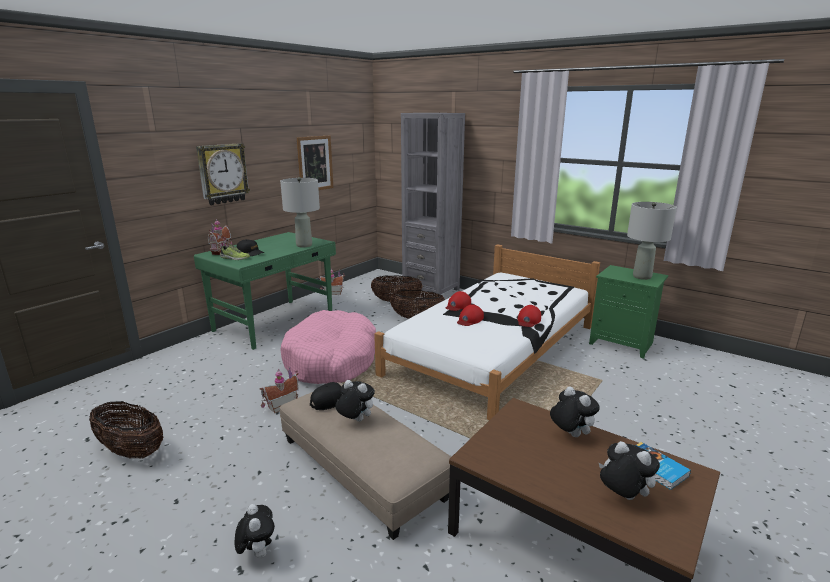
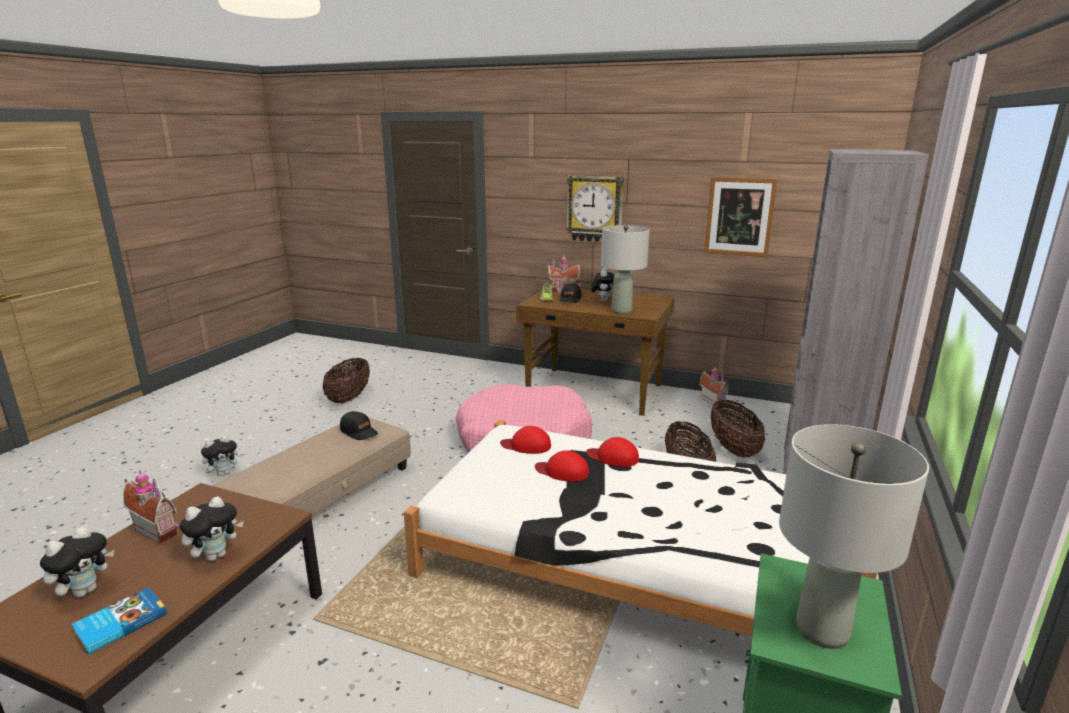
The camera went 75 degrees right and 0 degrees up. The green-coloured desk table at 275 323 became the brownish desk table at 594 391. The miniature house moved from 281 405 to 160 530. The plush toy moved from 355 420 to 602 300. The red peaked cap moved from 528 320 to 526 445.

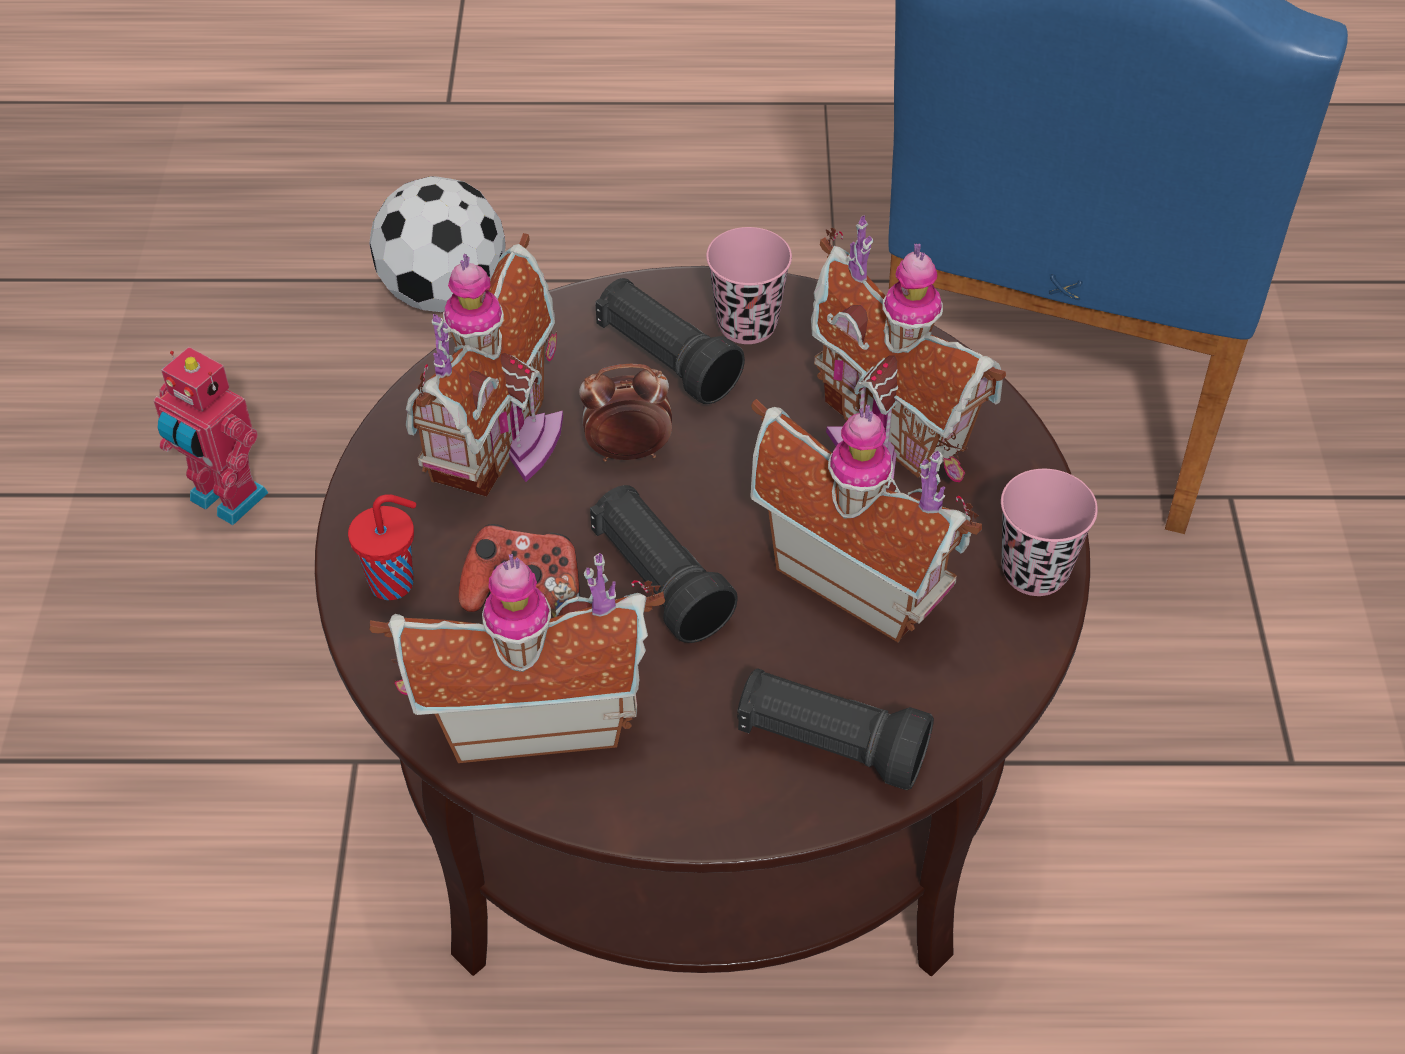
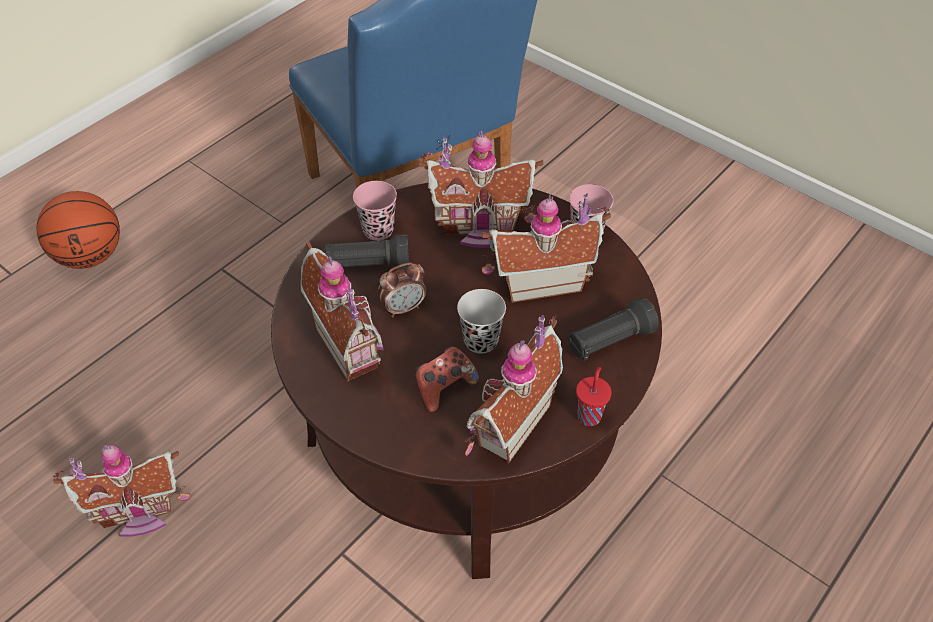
The camera went 50 degrees left and 0 degrees up. The robot figure at 225 500 was replaced by the miniature house at 139 513. The red drinking cup moved from 394 583 to 589 415. The football ball at 446 292 disappeared. The bedside clock at 628 452 turned 150 degrees counterclockwise. The black-coloured hand torch at 659 581 was replaced by the black-coloured drinking cup at 481 340. The ball for basketball at 90 256 appeared.

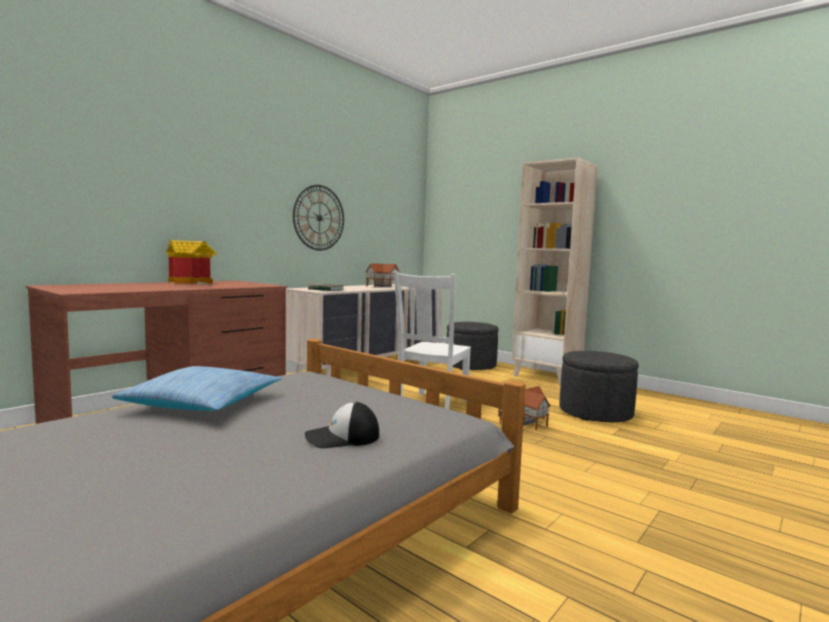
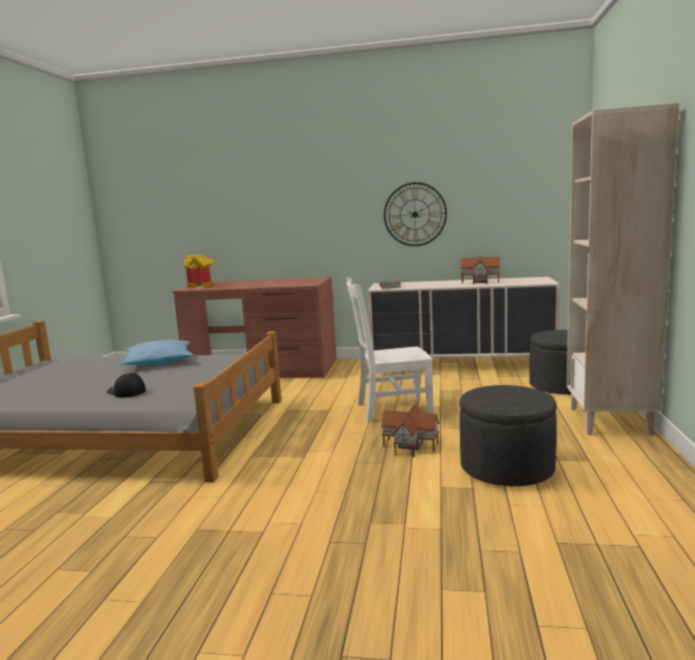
The camera went 60 degrees right and 5 degrees up. The miniature house moved from 194 282 to 202 286.

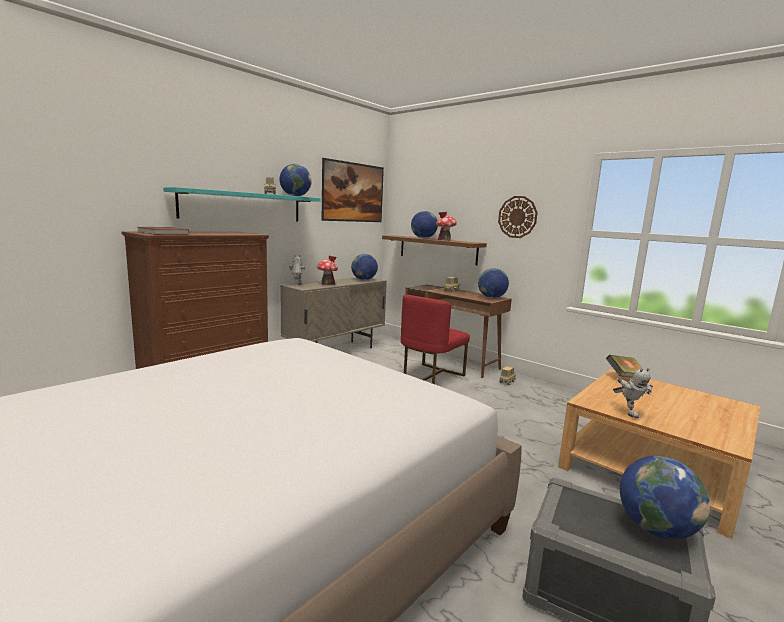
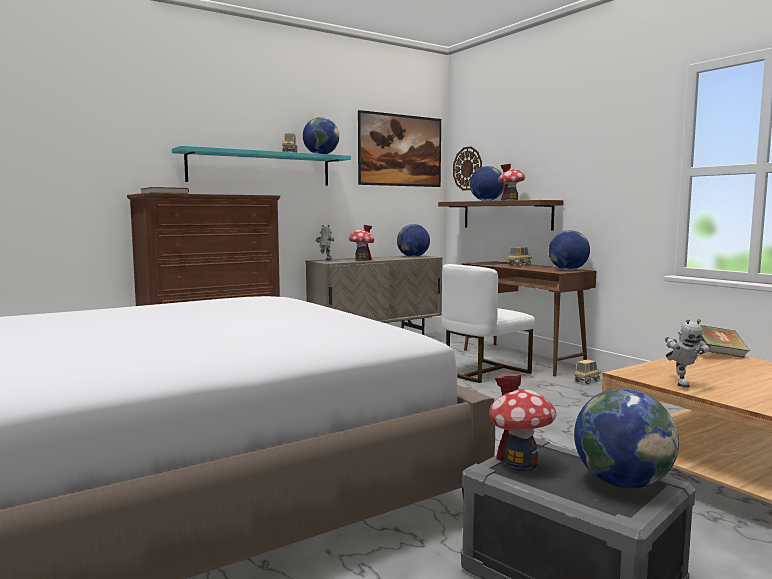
The camera went 15 degrees right and 5 degrees down. The red plain chair at 430 376 became the whitish plain chair at 484 372. The clock on the wall moved from 517 217 to 467 168. The miniature house at 520 463 appeared.

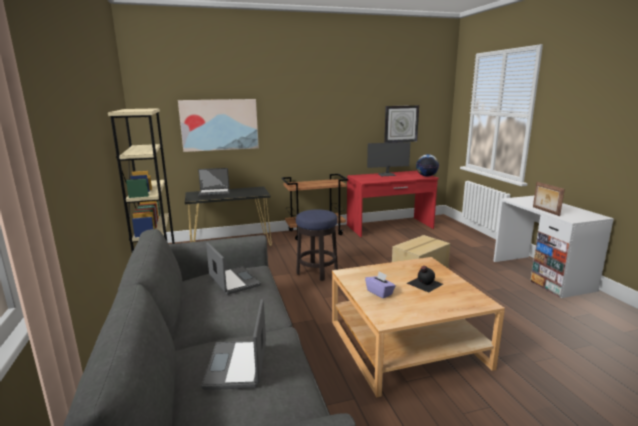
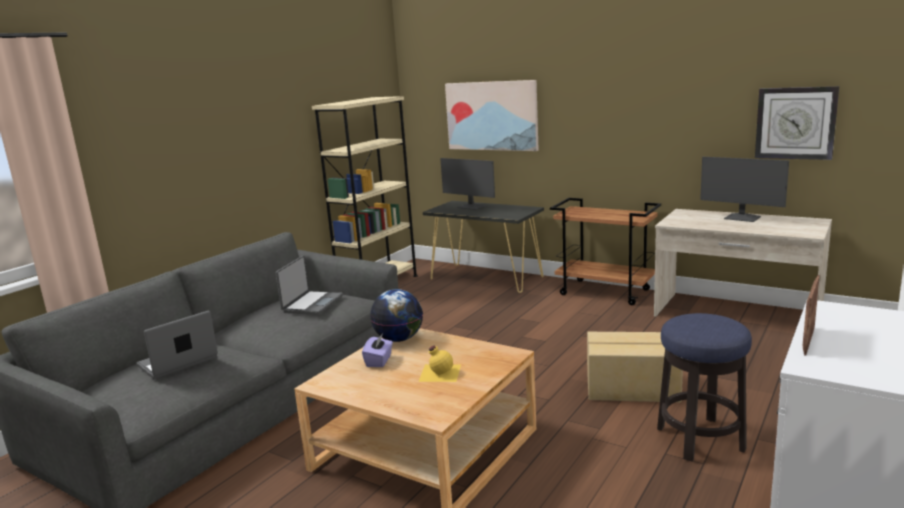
The camera went 50 degrees right and 0 degrees up. The notebook computer at 214 193 was replaced by the monitor at 471 207. The sitting stool moved from 317 272 to 700 439. The red desk table at 389 227 became the beige-coloured desk table at 736 315. The black-coloured drink bottle at 424 283 became the yellowish drink bottle at 439 372. The globe moved from 426 176 to 399 339.

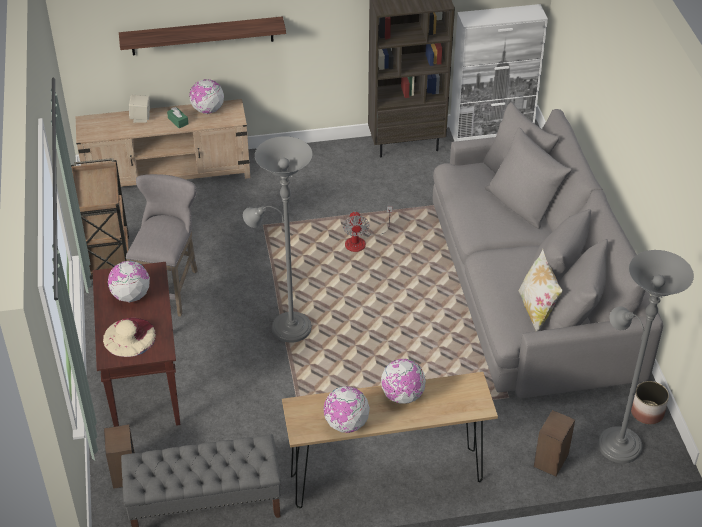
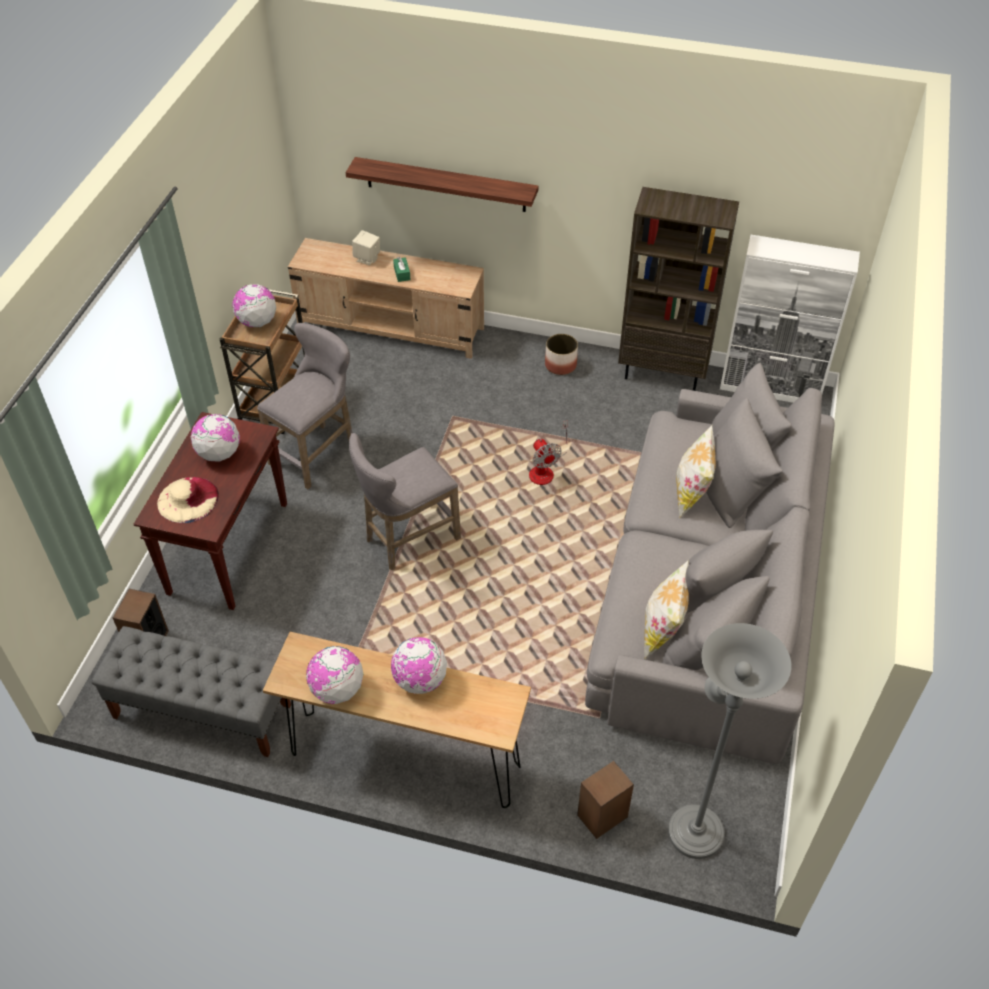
The camera went 25 degrees right and 5 degrees up. The globe moved from 207 110 to 257 322. The gray floor lamp at 286 326 was replaced by the gray sitting stool at 407 540. The cooling fan at 361 241 turned 45 degrees counterclockwise. The planter moved from 647 412 to 560 365. The cushion at 691 492 appeared.

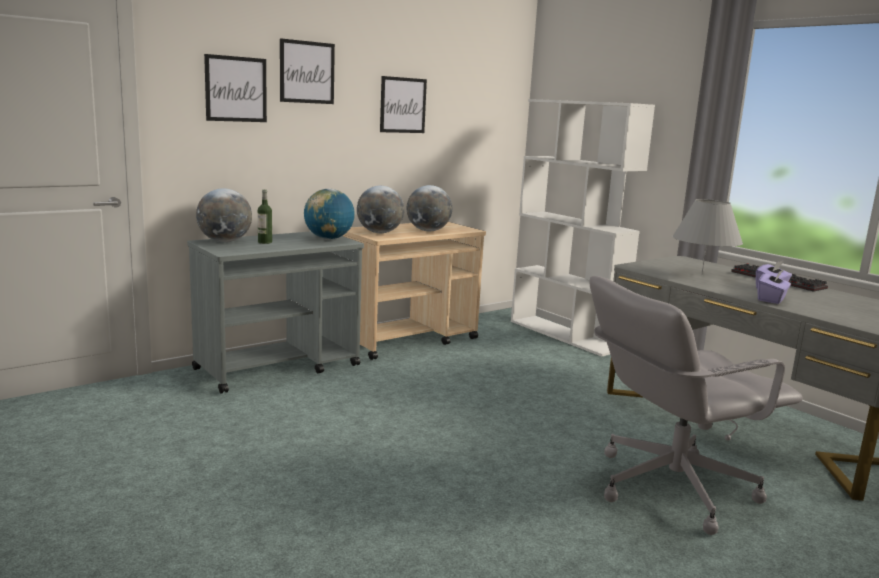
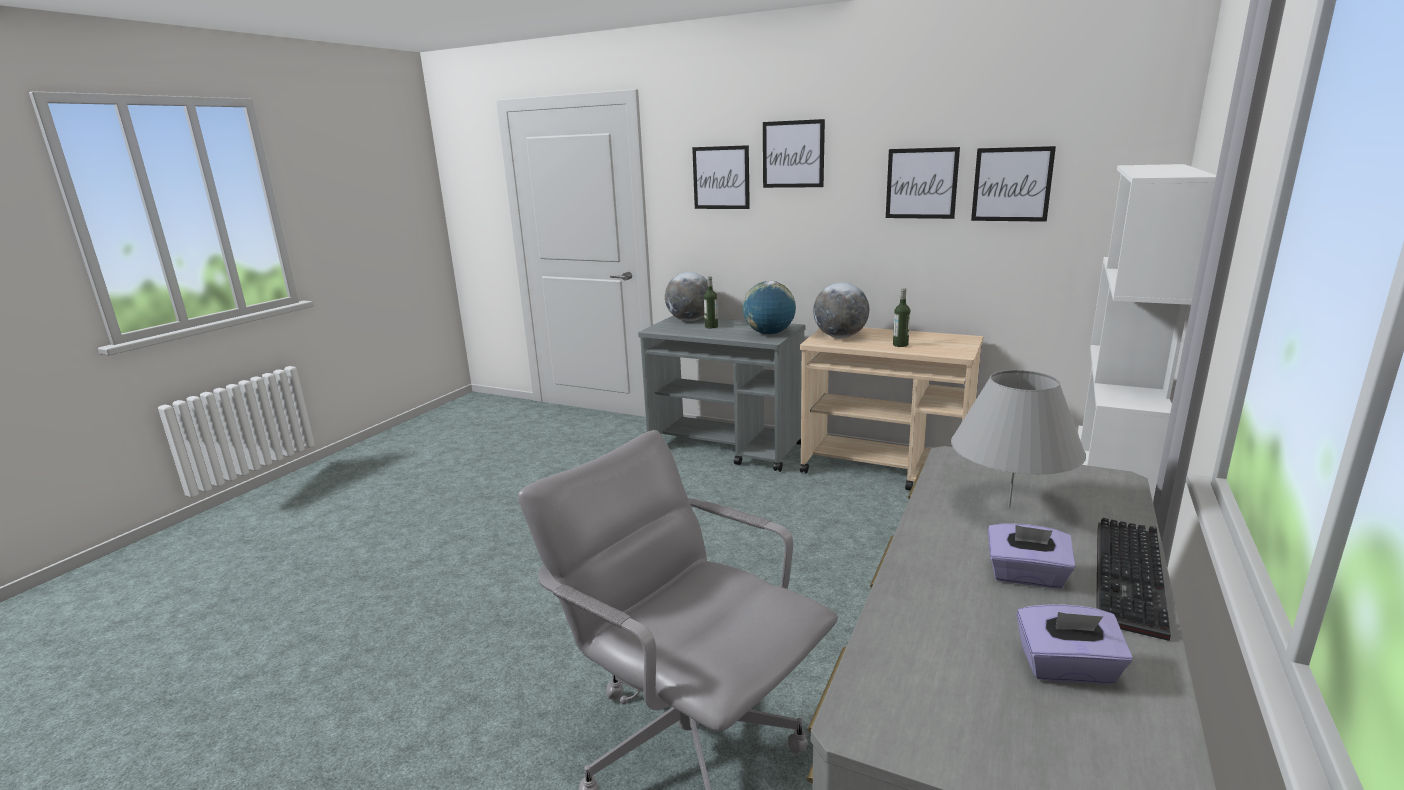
The camera went 65 degrees right and 5 degrees up. The globe at 428 231 was replaced by the drink bottle at 900 345. The purple tissue holder moved from 771 299 to 1067 668. The wall picture at 1012 184 appeared.

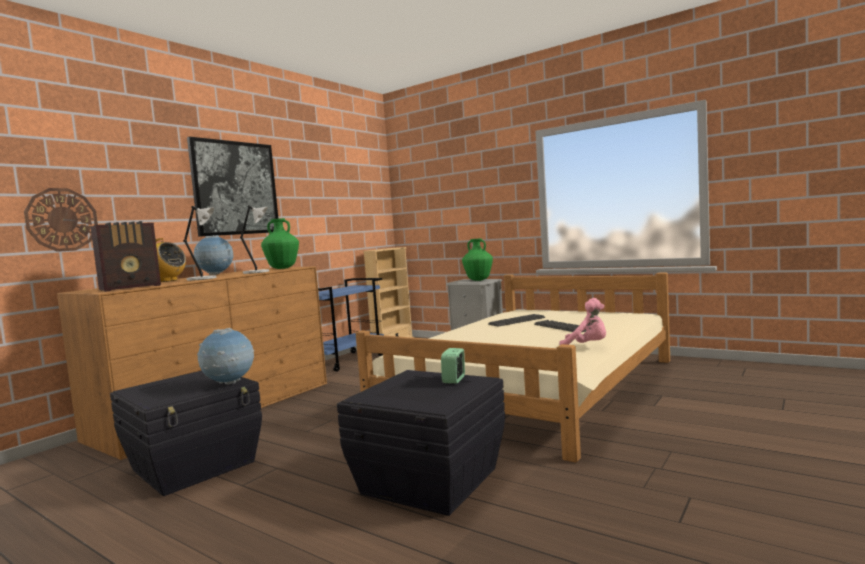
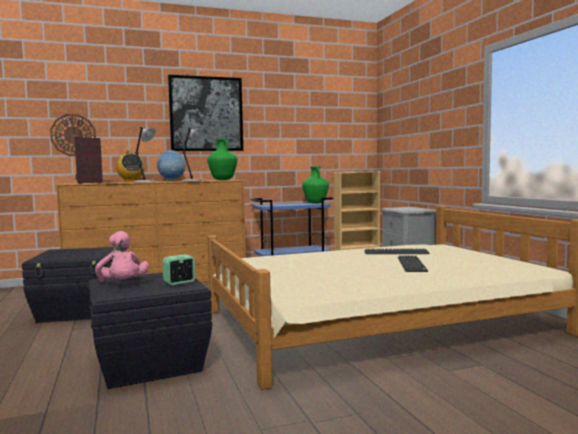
The camera went 35 degrees right and 0 degrees up. The radio set at 131 287 turned 75 degrees clockwise. The globe at 229 384 disappeared. The green-coloured flower vase moved from 478 280 to 315 203. The pink-coloured plush toy moved from 587 346 to 123 284.

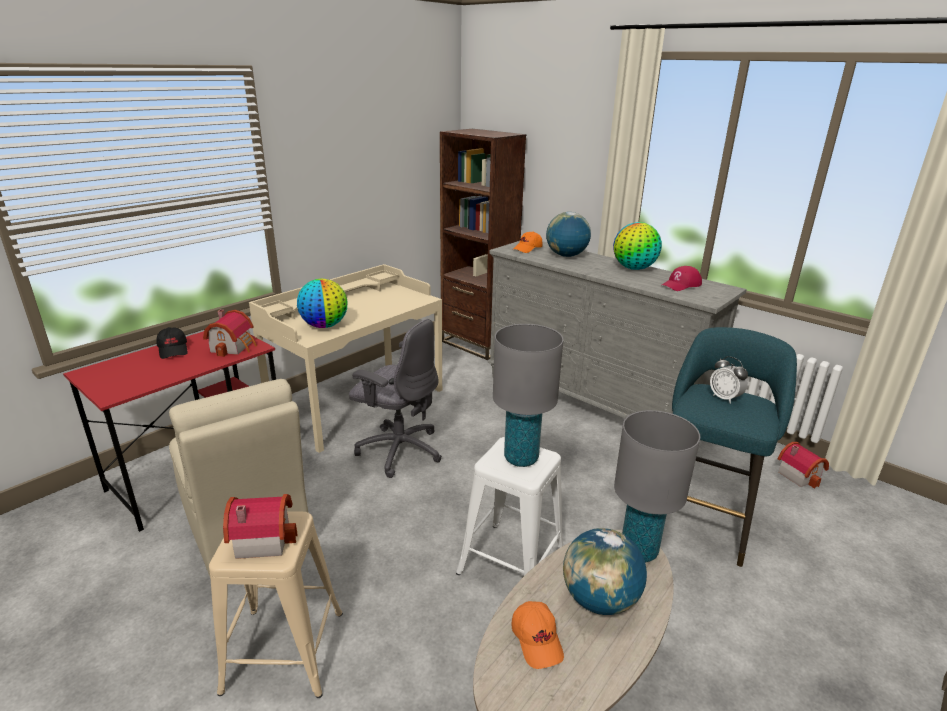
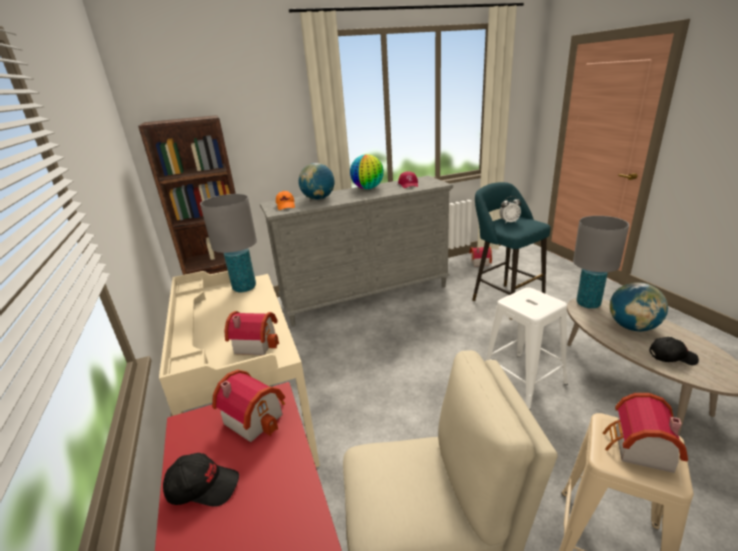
The camera went 60 degrees left and 0 degrees up. The globe at 324 326 was replaced by the miniature house at 255 343. The gray office chair at 399 450 disappeared. The gray tabletop lamp moved from 521 458 to 244 288. The orangey peaked cap at 537 640 became the black-coloured peaked cap at 672 357.

